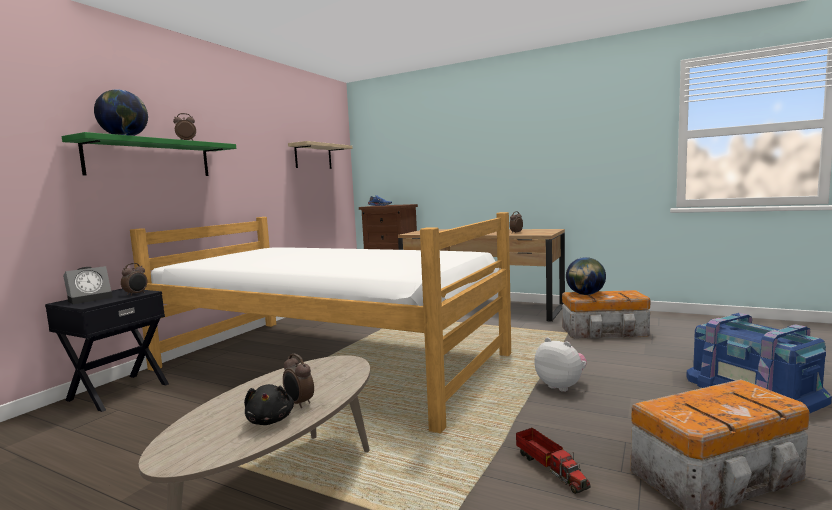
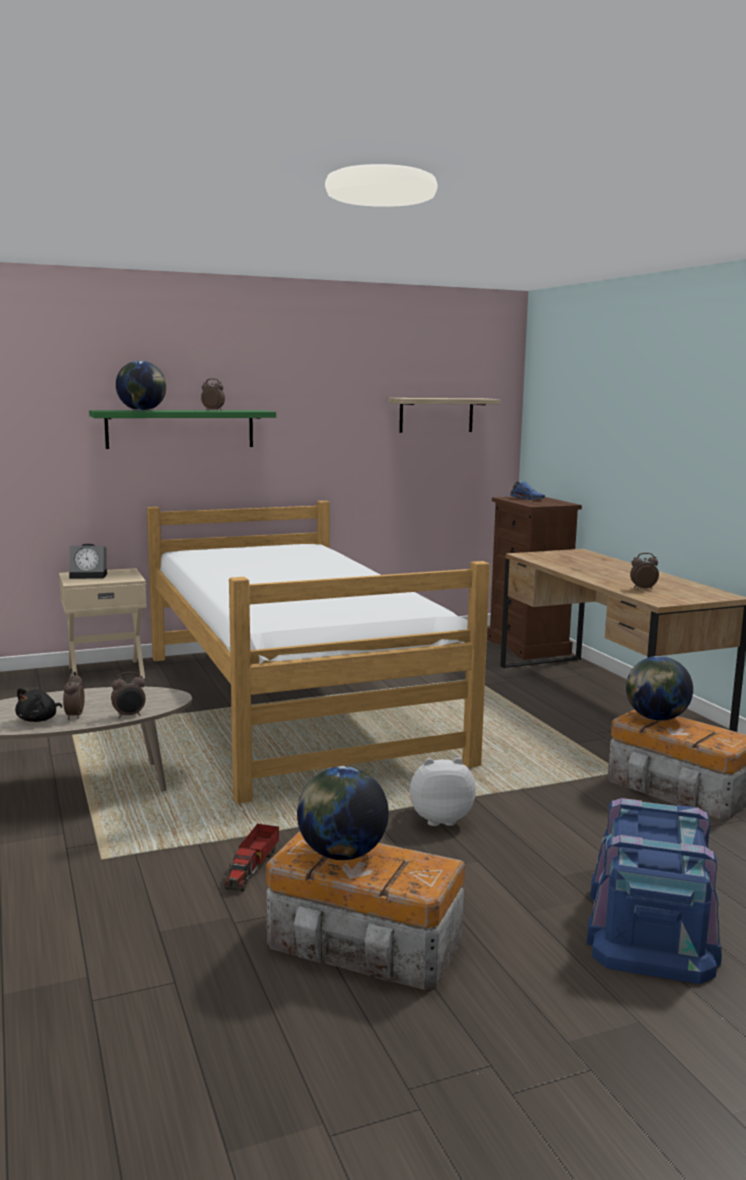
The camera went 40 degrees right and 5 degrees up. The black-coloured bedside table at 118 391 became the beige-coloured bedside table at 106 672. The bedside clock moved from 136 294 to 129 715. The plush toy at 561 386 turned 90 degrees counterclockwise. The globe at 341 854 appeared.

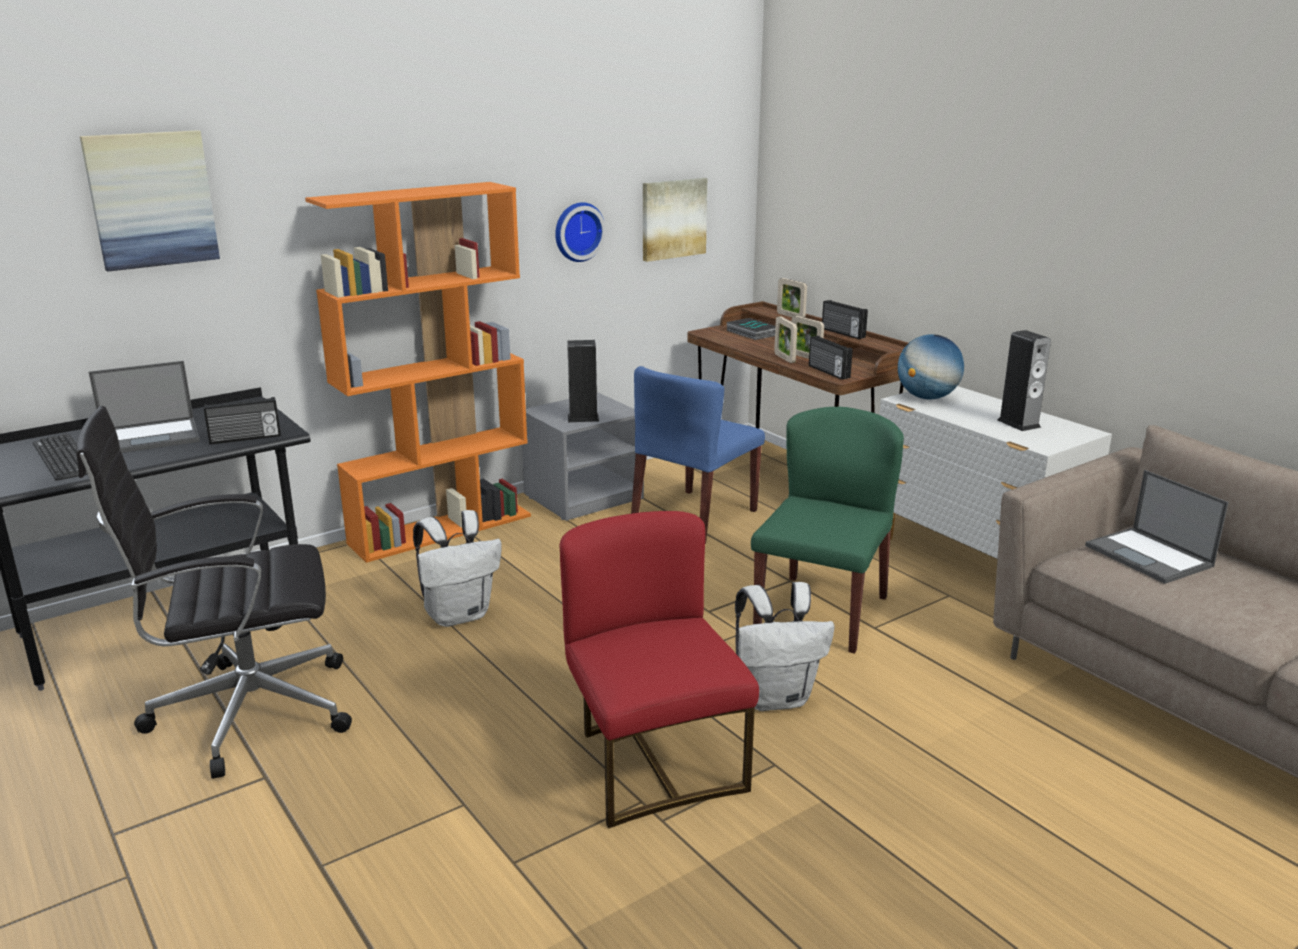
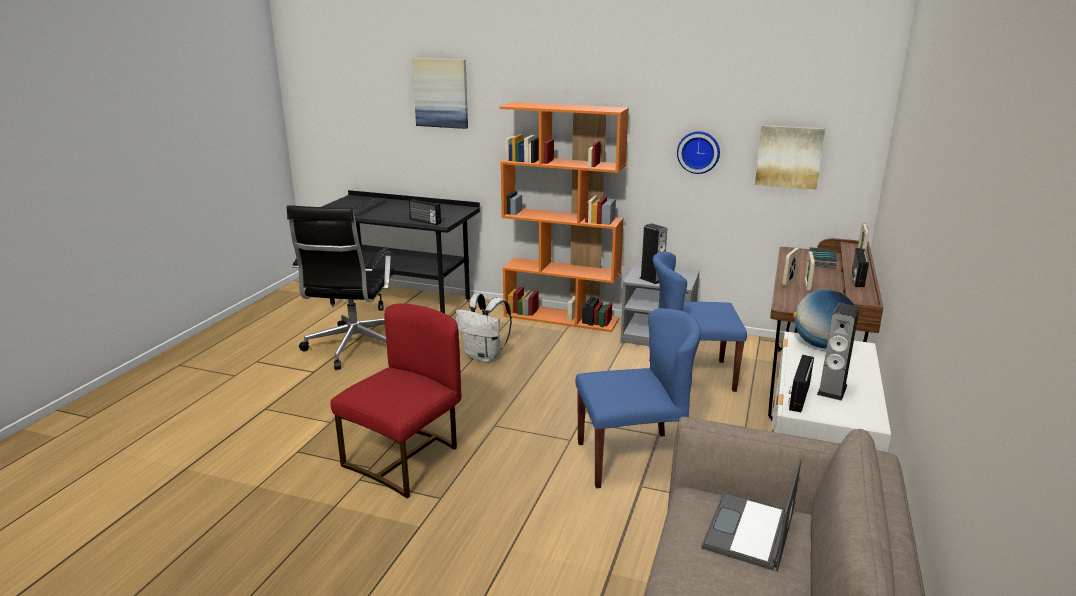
The camera went 55 degrees right and 0 degrees up. The black-coloured office chair at 245 712 turned 120 degrees counterclockwise. The notebook computer at 151 437 disappeared. The whitish rucksack at 775 698 disappeared. The green-coloured plain chair at 821 612 became the bluish plain chair at 632 459. The radio set moved from 828 372 to 798 397.

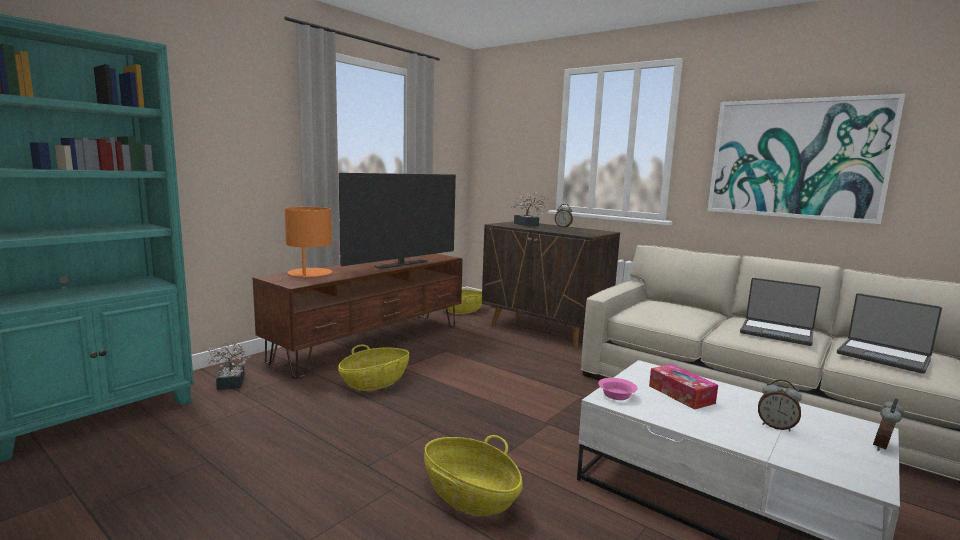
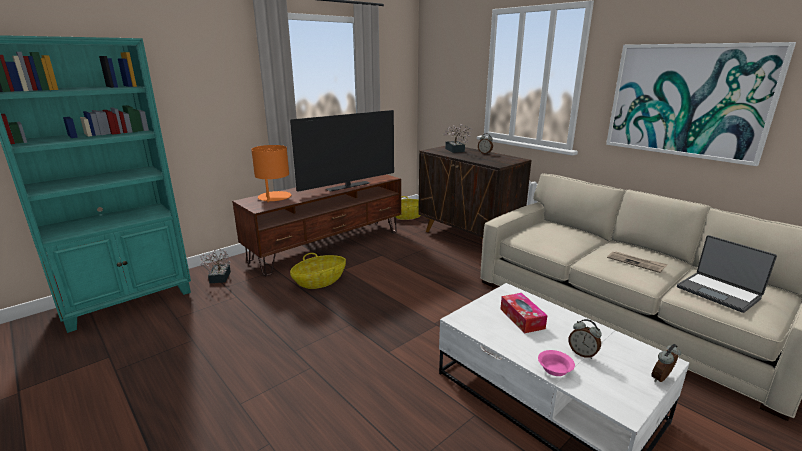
The camera went 10 degrees right and 10 degrees up. The storage basket at 470 495 disappeared. The pink-coloured serving bowl moved from 617 395 to 555 368. The notebook computer at 776 333 was replaced by the daily paper at 636 263.

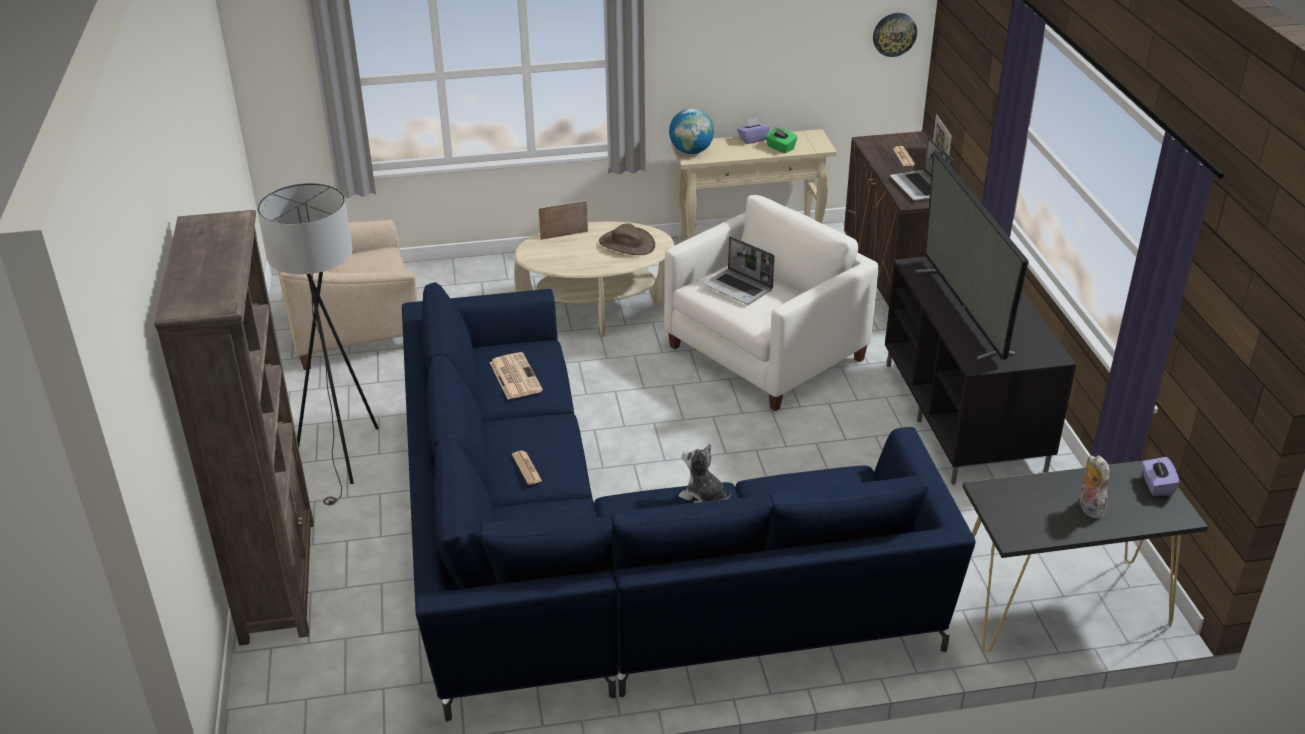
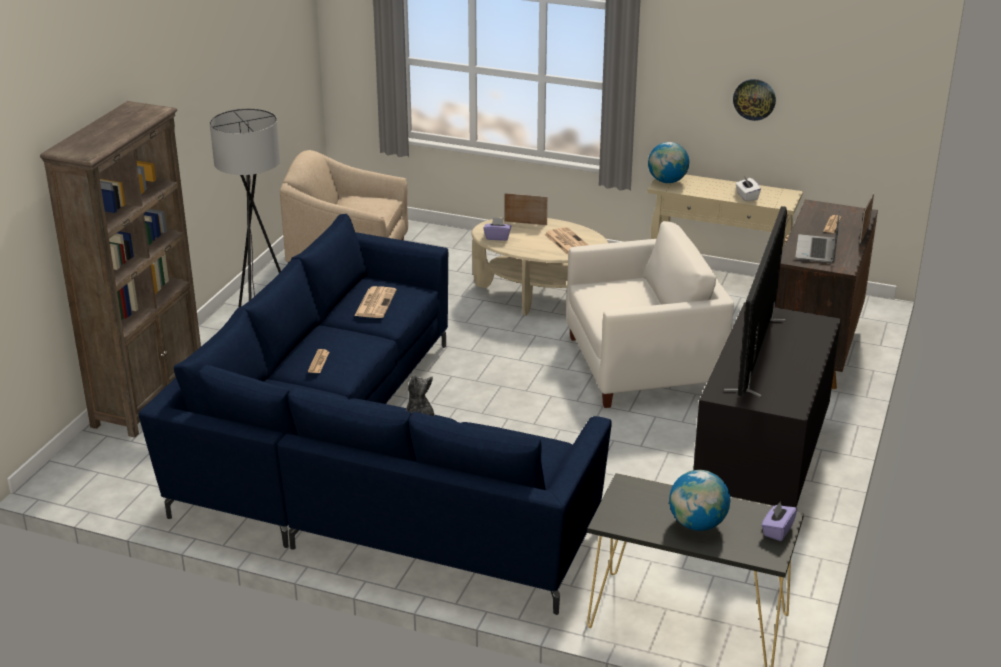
The camera went 30 degrees right and 5 degrees down. The brownish hat at 626 244 was replaced by the daily paper at 567 242. The notebook computer at 739 288 disappeared. The purple tissue holder moved from 752 139 to 497 237. The green-coloured tissue holder at 780 148 became the whitish tissue holder at 746 196. The clock on the wall moved from 894 34 to 754 99. The plush toy at 1088 507 was replaced by the globe at 697 524.

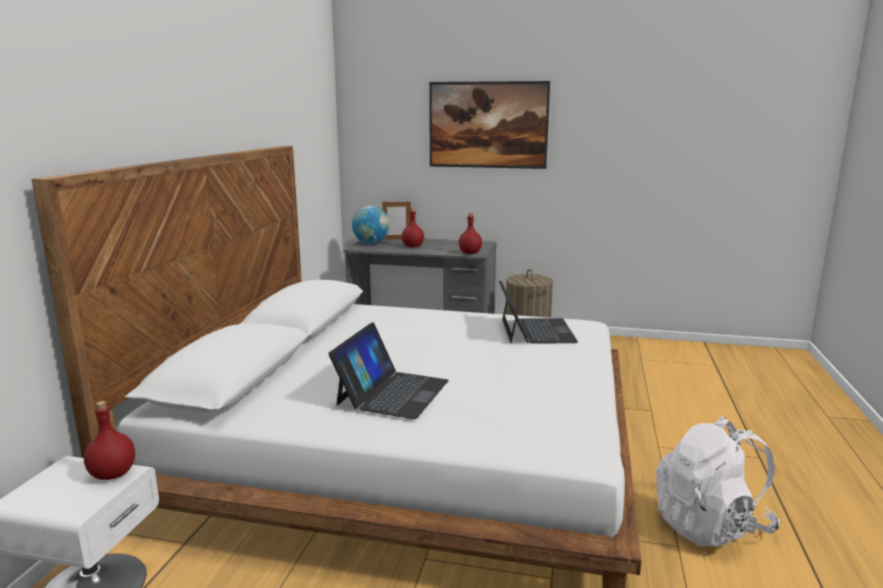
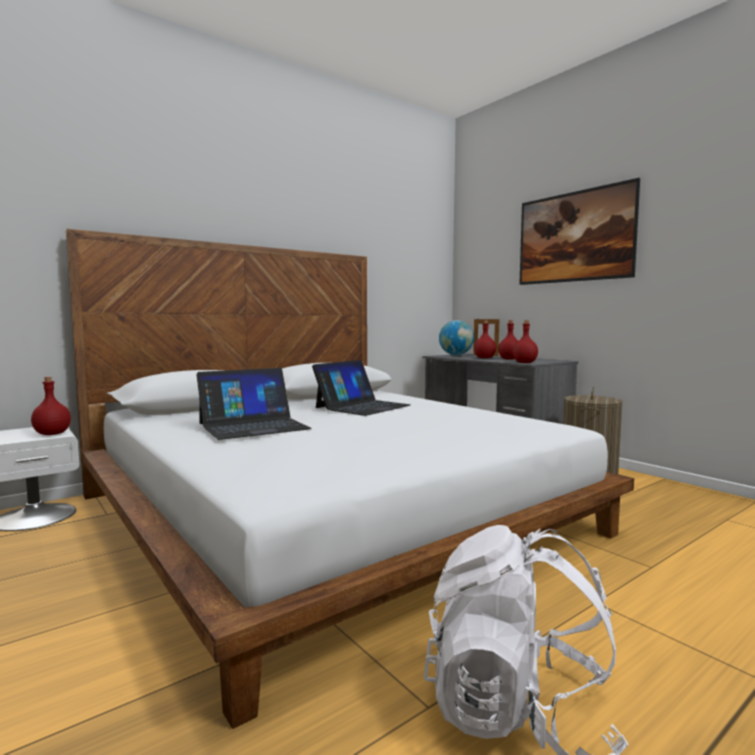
The camera went 40 degrees right and 10 degrees down. The notebook computer moved from 536 330 to 362 406. The red drink bottle at 509 359 appeared.

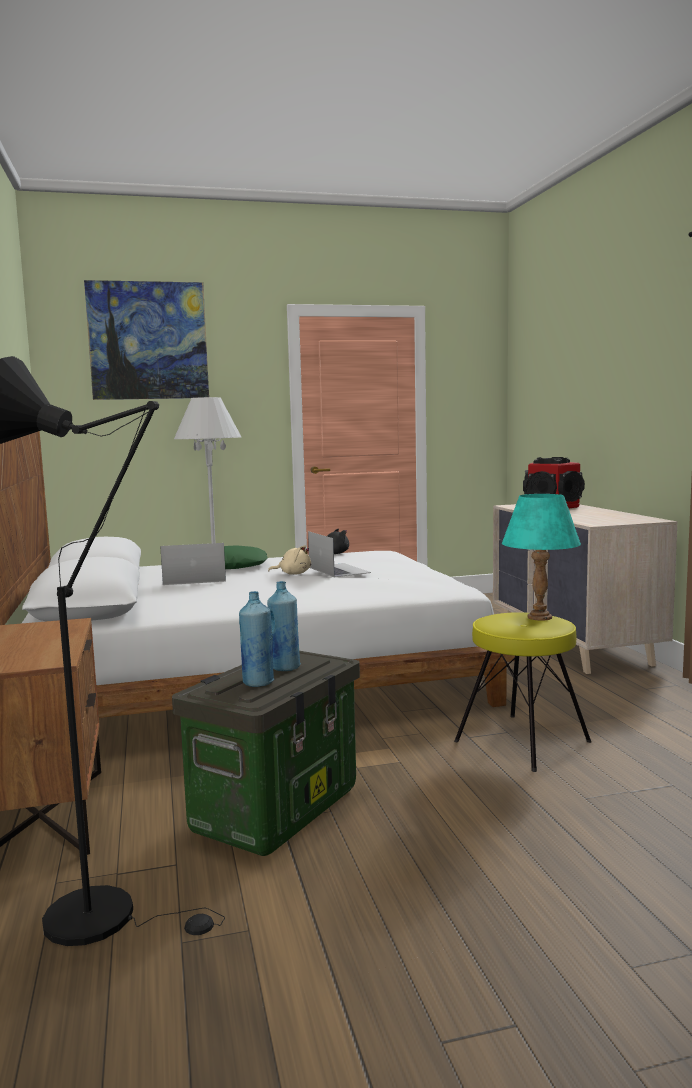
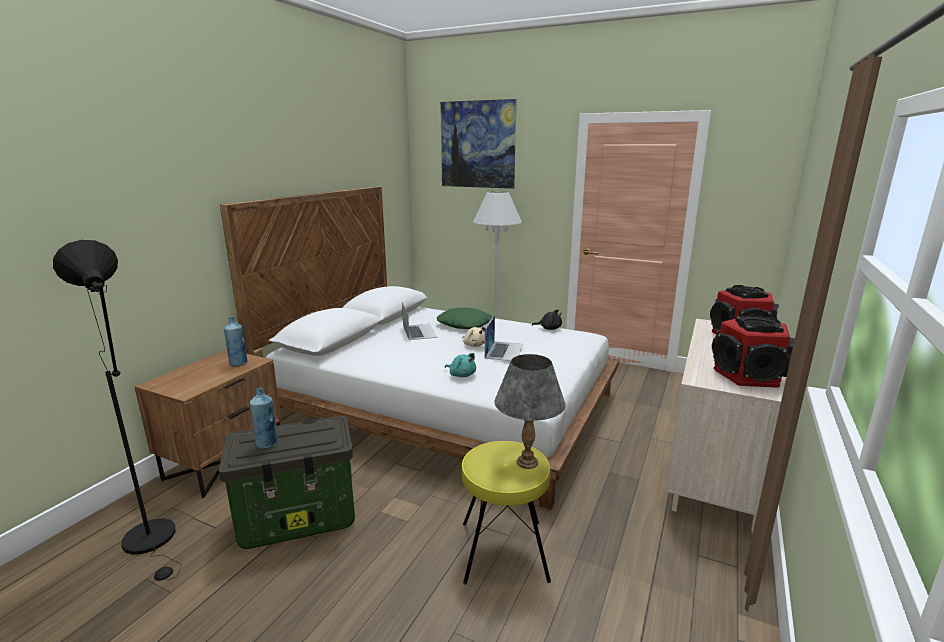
The camera went 40 degrees right and 10 degrees up. The notebook computer at 194 579 turned 45 degrees clockwise. The bluish drink bottle moved from 285 667 to 238 363. The turquoise-coloured tabletop lamp at 540 617 became the gray tabletop lamp at 527 462. The turquoise-coloured plush toy at 461 375 appeared. The loudspeaker at 748 375 appeared.

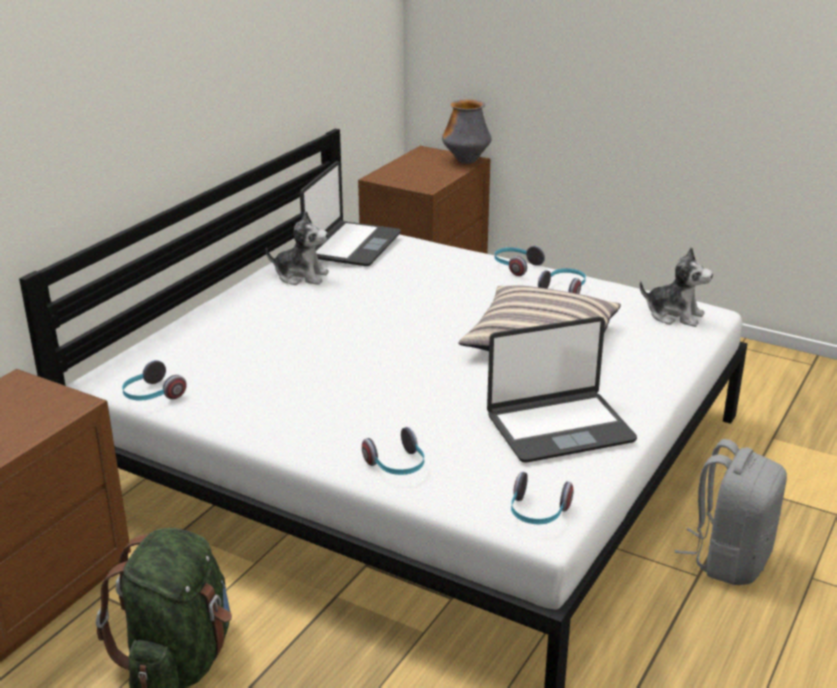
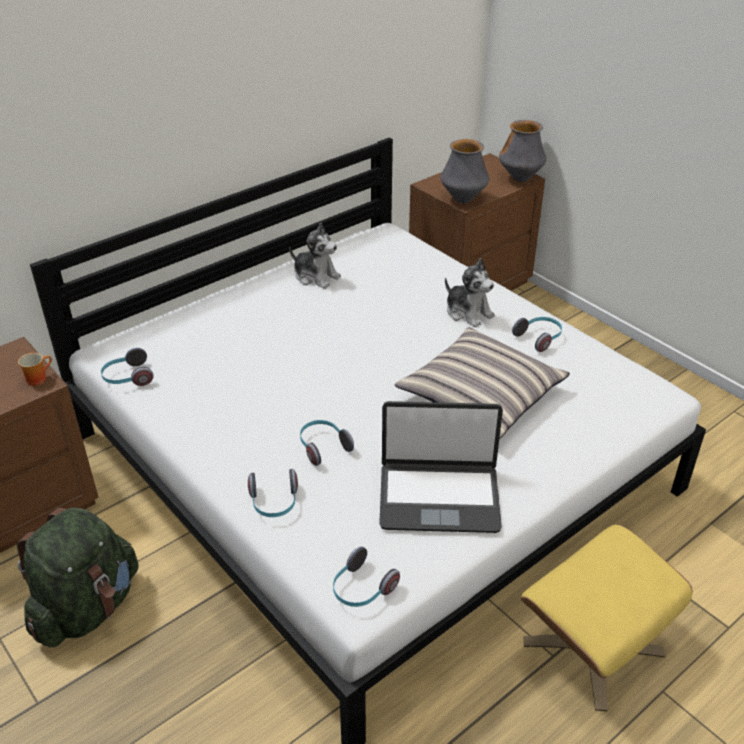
The camera went 20 degrees right and 10 degrees up. The notebook computer at 351 245 disappeared. The headphones moved from 515 267 to 323 447. The plush toy moved from 674 315 to 468 312. The gray rucksack at 729 559 was replaced by the yellowish pouffe at 593 646. The mug at 38 378 appeared. The flower vase at 463 199 appeared.

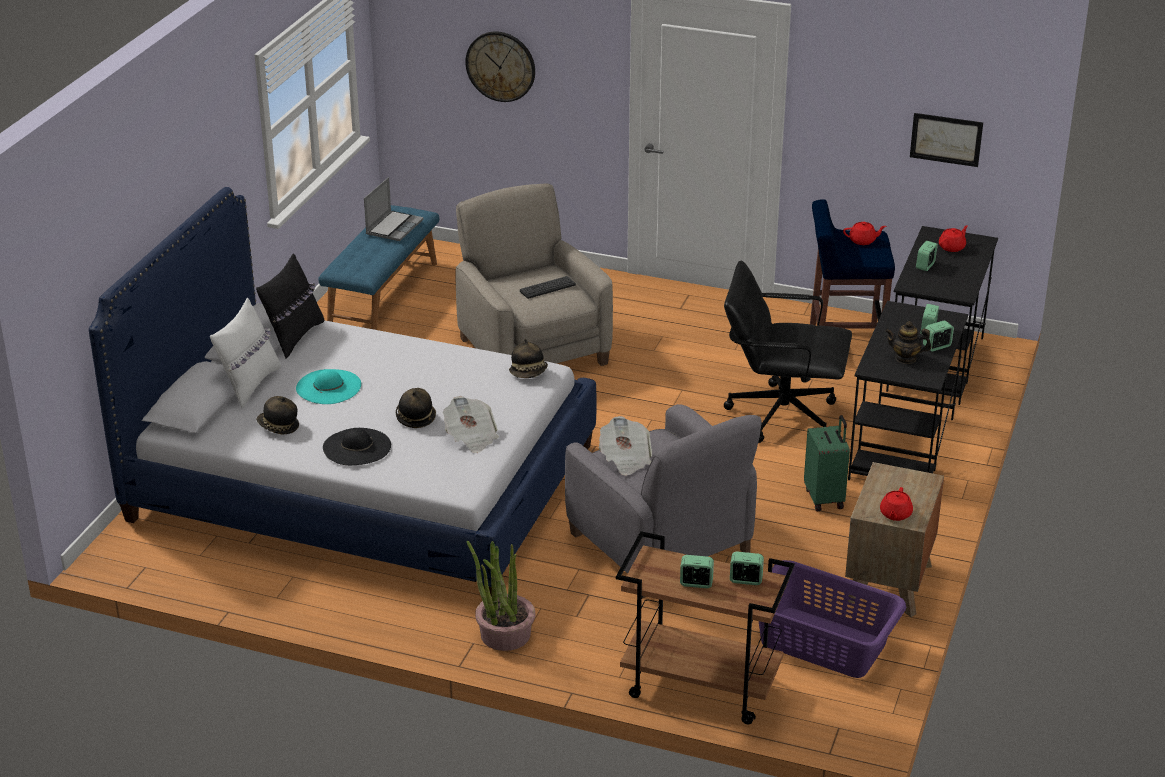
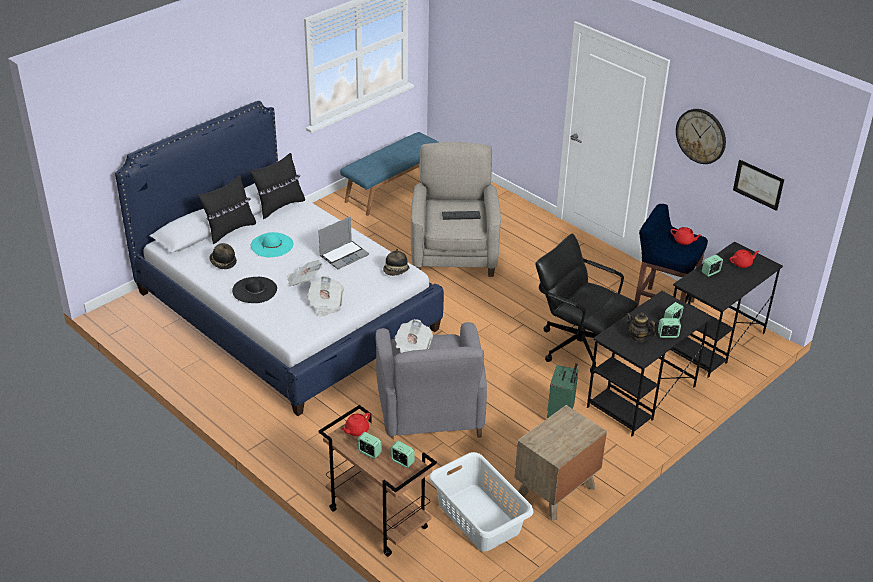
The camera went 25 degrees right and 5 degrees up. The whitish cushion at 249 385 became the black-coloured cushion at 229 230. The notebook computer moved from 394 227 to 344 255. The hat at 415 417 was replaced by the daily paper at 304 281. The clock on the wall moved from 501 66 to 701 136. The plant in a pot at 505 634 disappeared. The purple laundry basket at 823 643 became the whitish laundry basket at 478 518. The red tea pot moved from 895 514 to 356 430.

